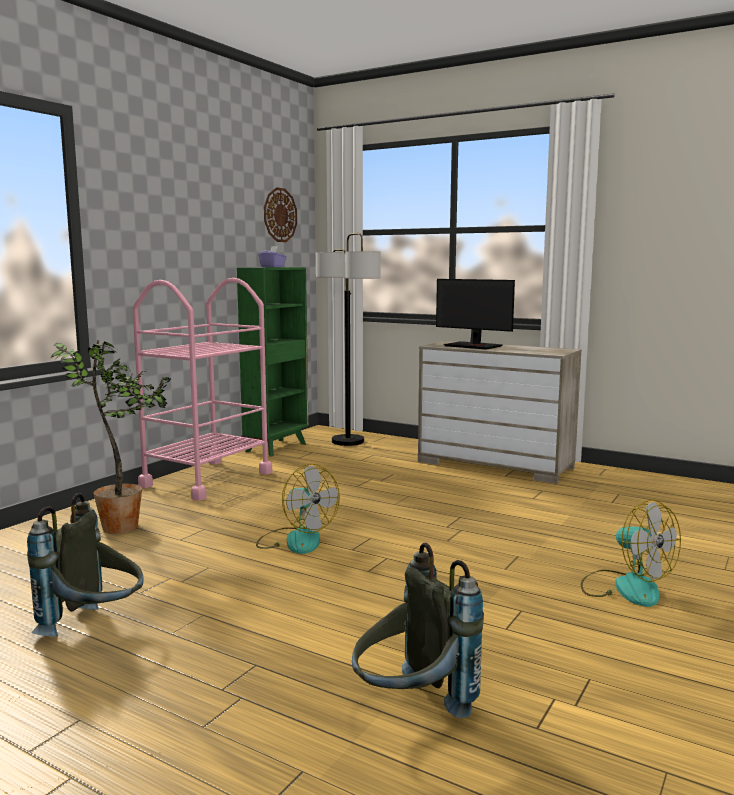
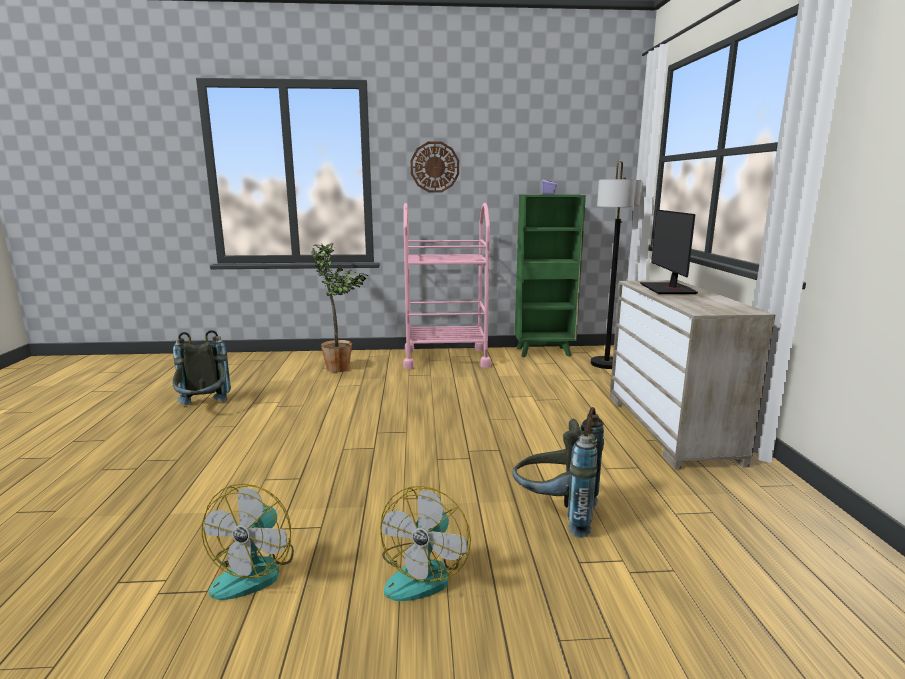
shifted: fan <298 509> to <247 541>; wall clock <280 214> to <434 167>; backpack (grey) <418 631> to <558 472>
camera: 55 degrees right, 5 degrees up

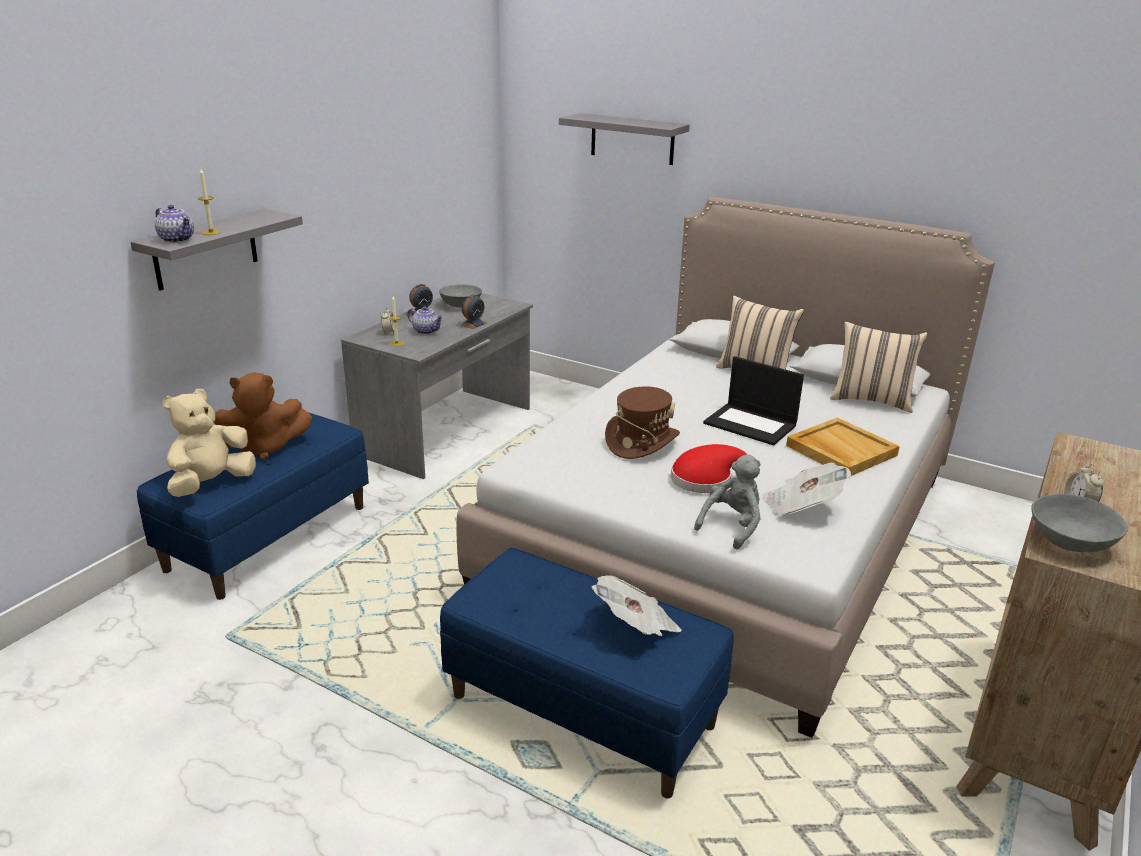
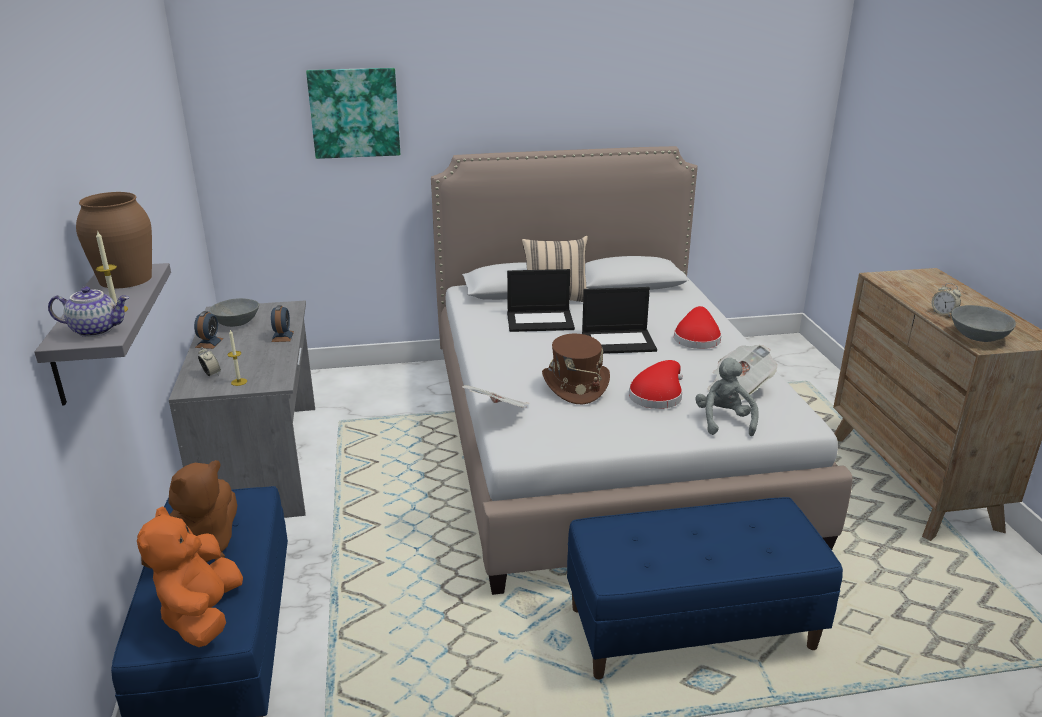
gone: teapot <425 320>; pillow (beige) <879 367>
new: vase (brown) <114 240>; laptop <541 300>
shifted: newspaper <636 605> to <496 396>
swapped: shelf (grey) <624 139> to picture <353 113>; tray (beige) <843 447> to hat (red) <698 327>
repainted: plush toy (beige) <209 443> to plush toy (orange) <190 576>
camera: 40 degrees left, 0 degrees up

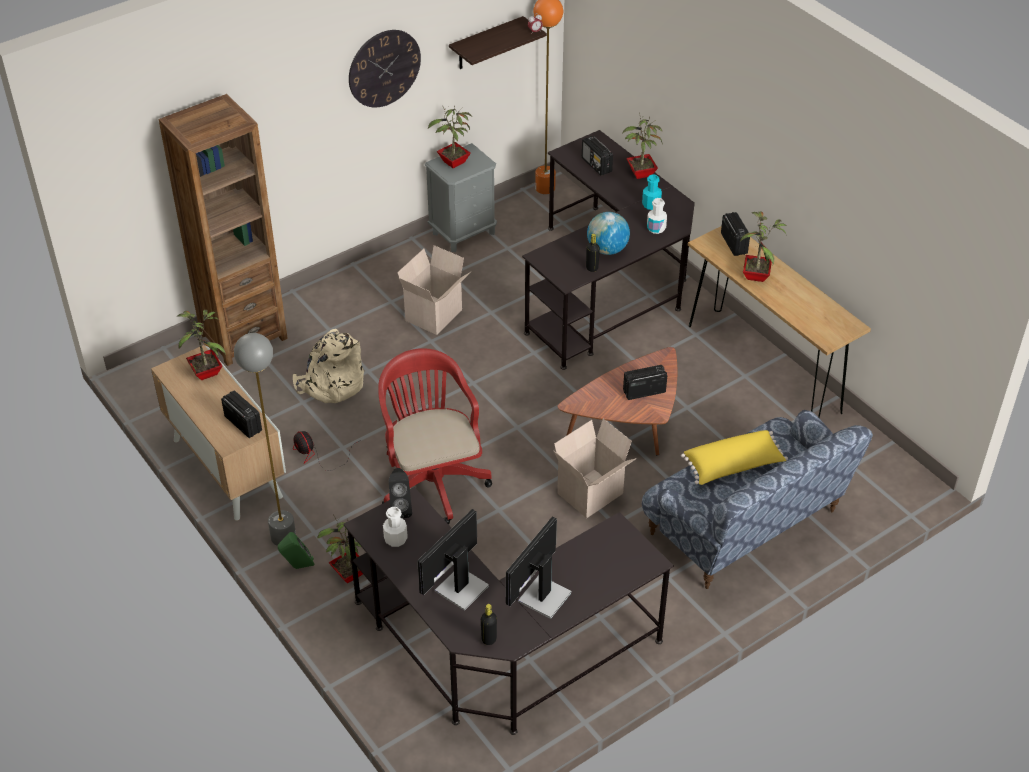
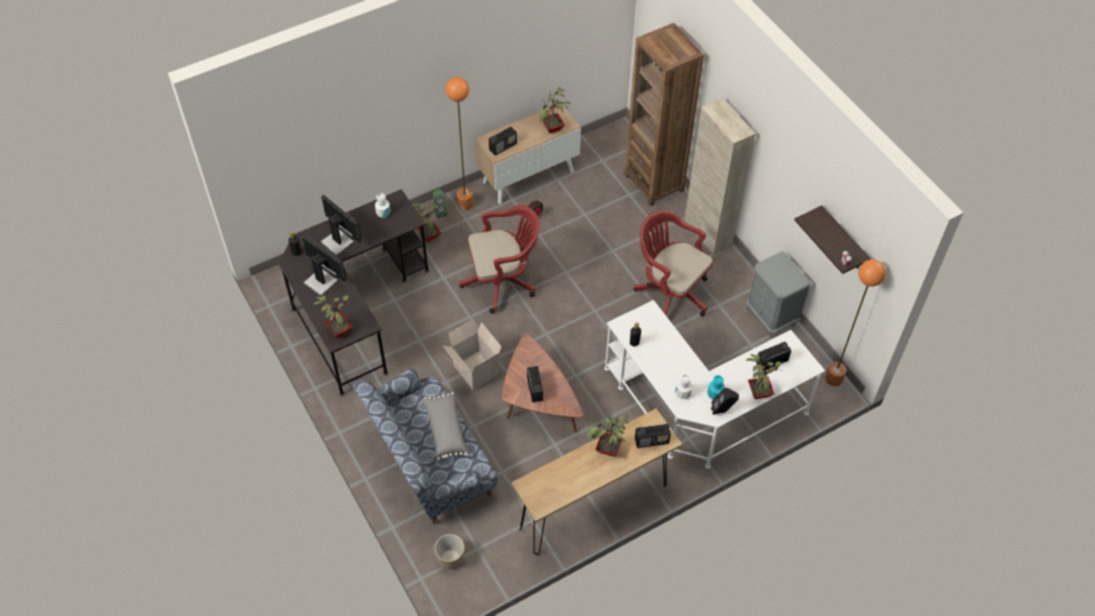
gone: backpack (beige) <328 366>; wall clock <385 68>; globe <608 233>
new: planter <449 551>; cabinet (beige) <719 176>
shifted: speaker (black) <400 493> to <725 401>; potted plant <450 136> to <333 316>
swapped: cardboard box <434 290> to office chair (red) <673 263>
repainted: floor lamp (grey) <265 439> to floor lamp (orange) <459 143>; desk (black) <608 250> to desk (white) <714 384>; pillow (yellow) <734 457> to pillow (grey) <444 426>
camera: 95 degrees right, 10 degrees up

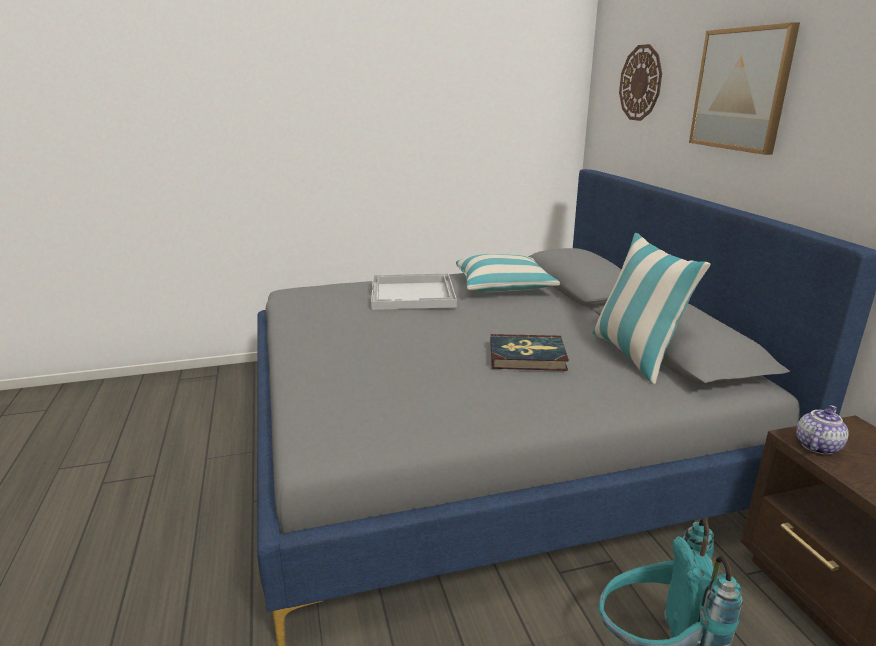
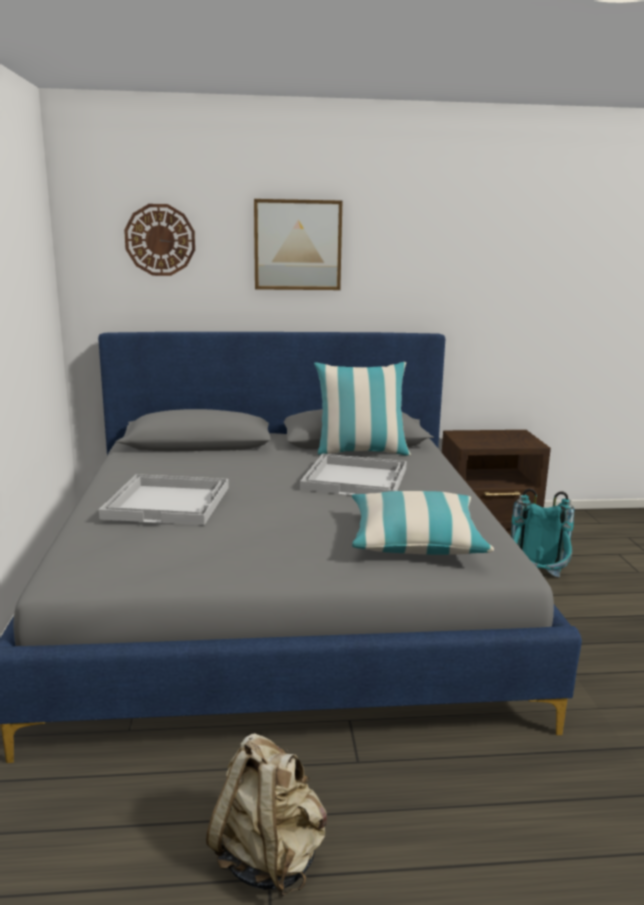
gone: teapot <822 430>
new: backpack (beige) <266 815>
shifted: pillow <508 273> to <423 523>
swapped: book <529 352> to tray (white) <353 474>
camera: 80 degrees left, 5 degrees down

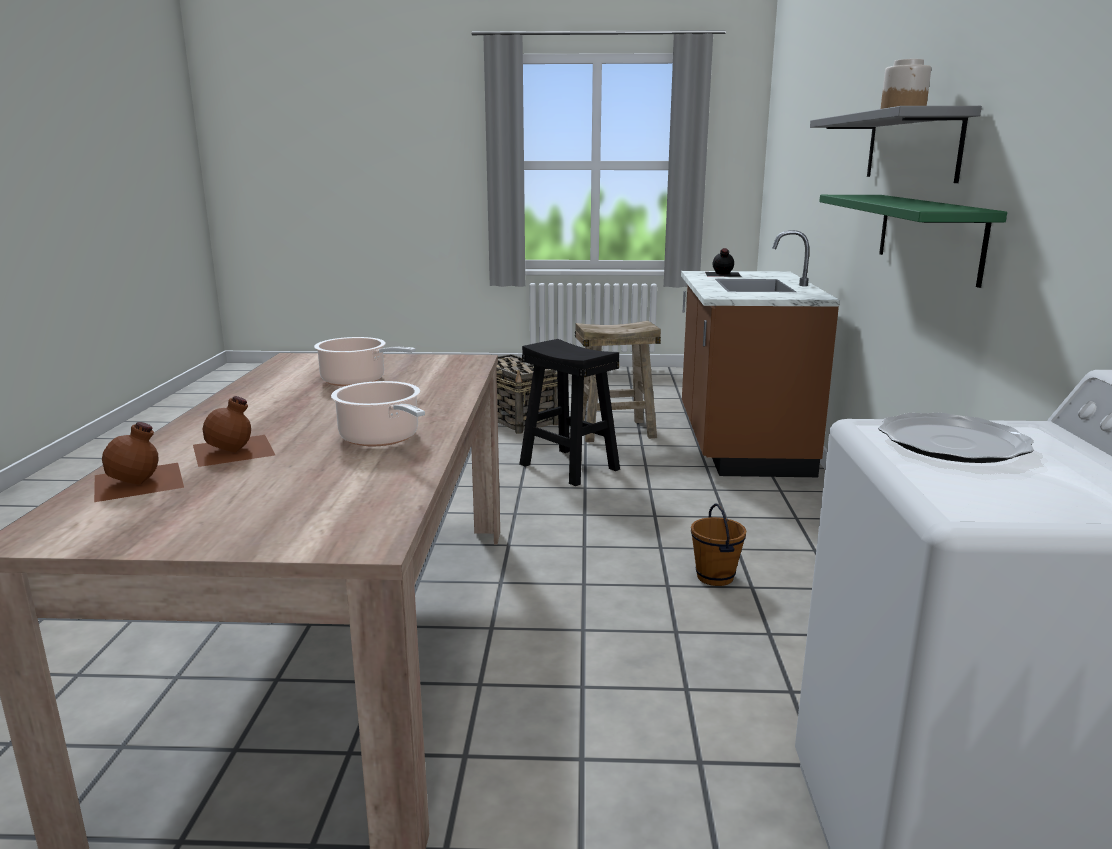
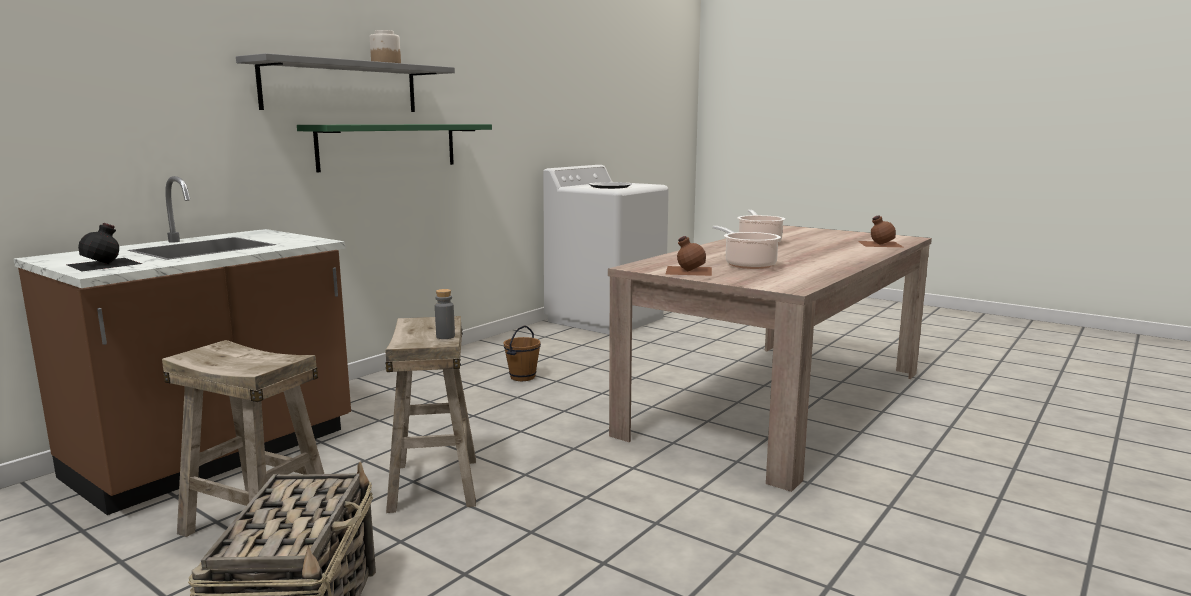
new: bottle (grey) <445 314>
shifted: bottle (brown) <234 431> to <688 256>
repainted: stool (black) <569 412> to stool (beige) <430 414>
camera: 145 degrees left, 5 degrees down

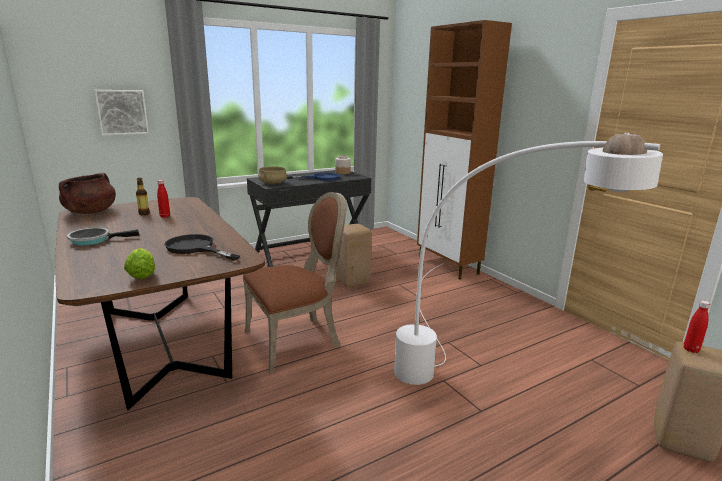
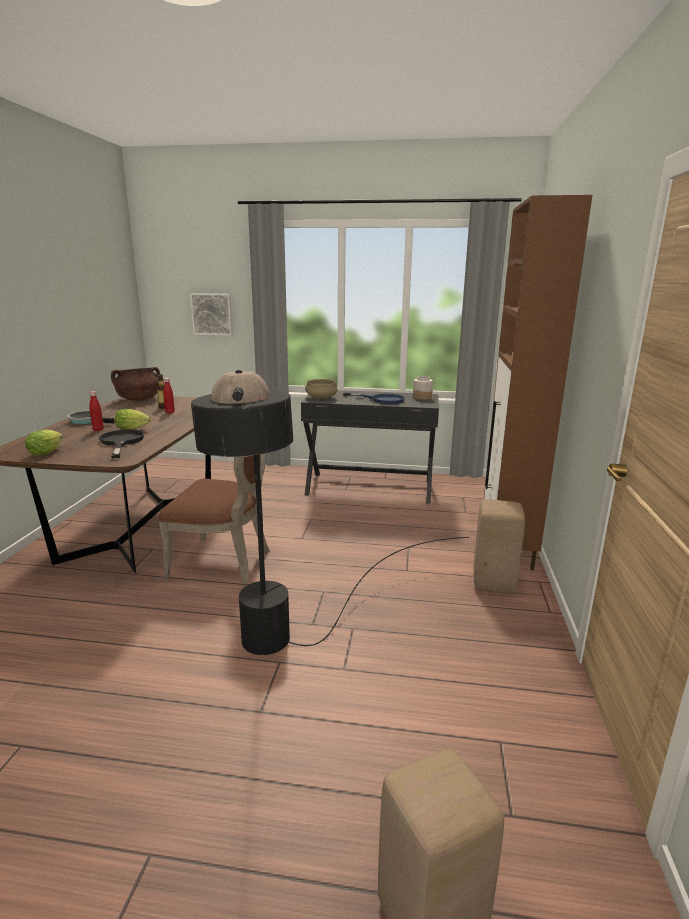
new: lettuce <133 419>
shifted: stool (beige) <354 255> to <499 546>; bottle (red) <697 326> to <96 411>
repainted: floor lamp (white) <528 259> to floor lamp (black) <330 512>
camera: 40 degrees right, 0 degrees up

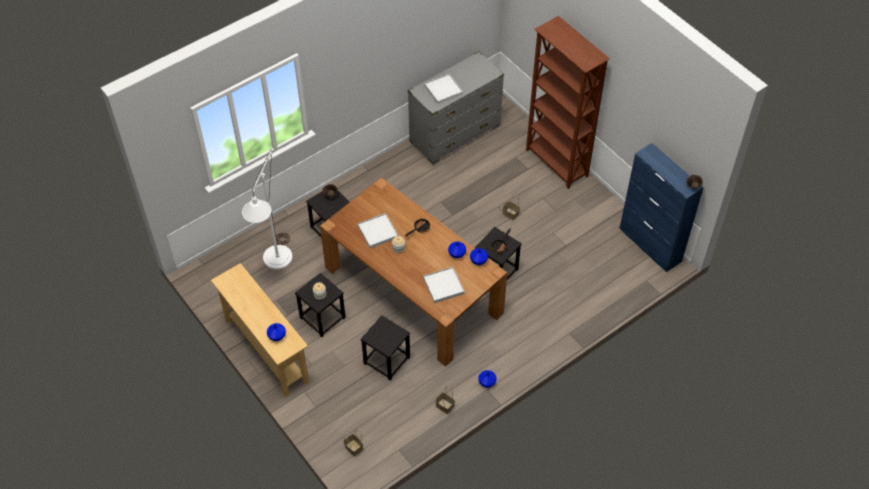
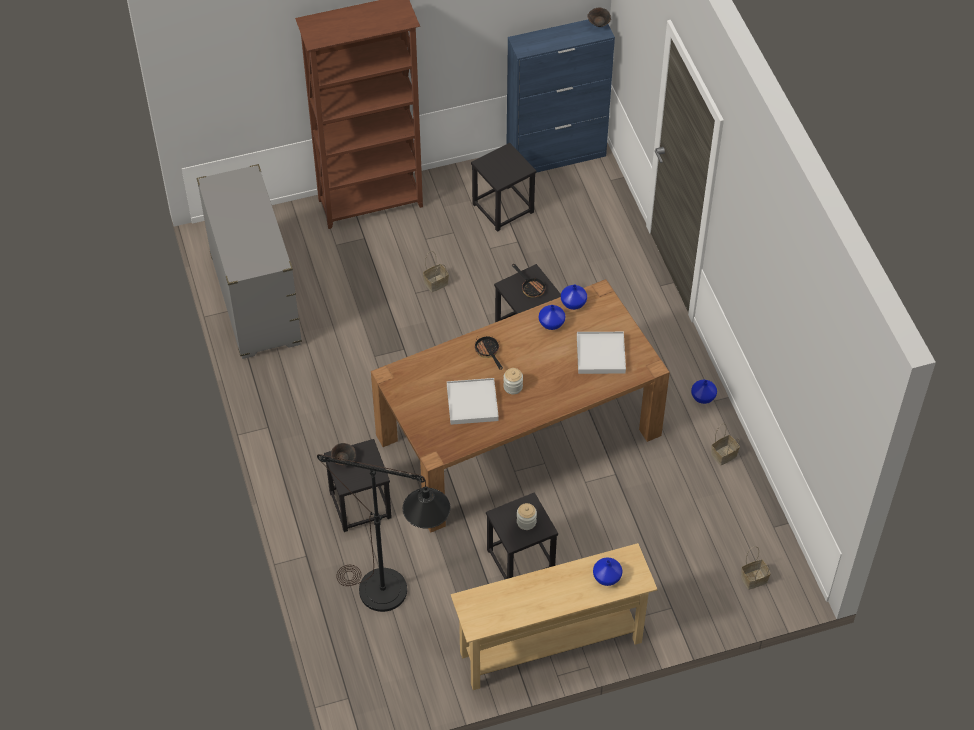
gone: tray (white) <443 89>
shifted: stool (black) <385 348> to <503 187>
repainted: floor lamp (white) <267 209> to floor lamp (black) <383 533>
camera: 70 degrees left, 0 degrees up

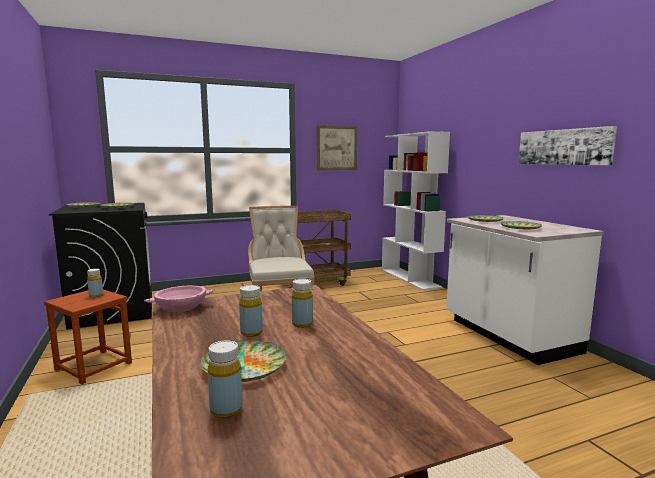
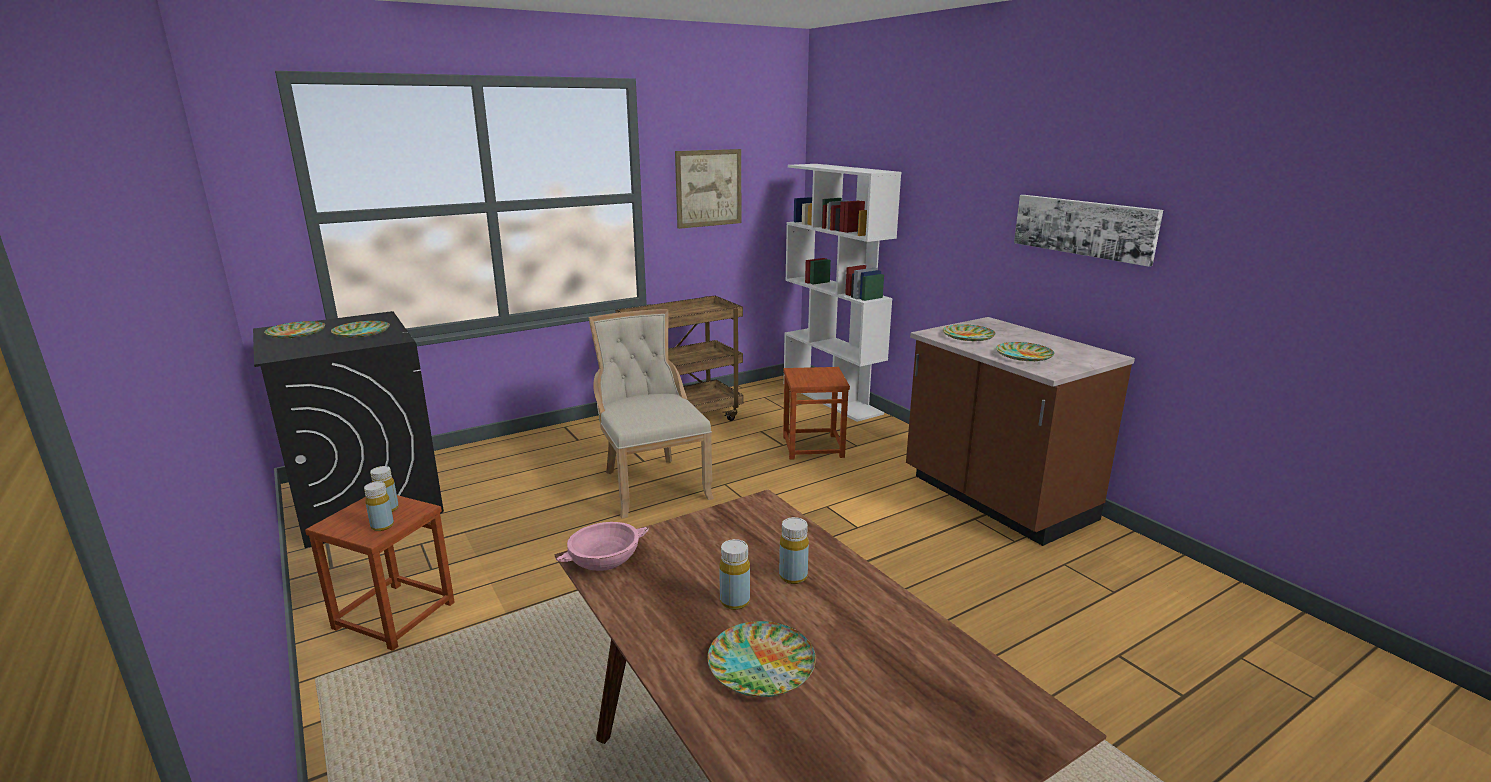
new: stool (brown) <816 413>
shifted: bottle (yellow) <225 379> to <379 506>
repainted: counter (white) <525 290> to counter (brown) <1020 431>
camera: 10 degrees left, 10 degrees up

